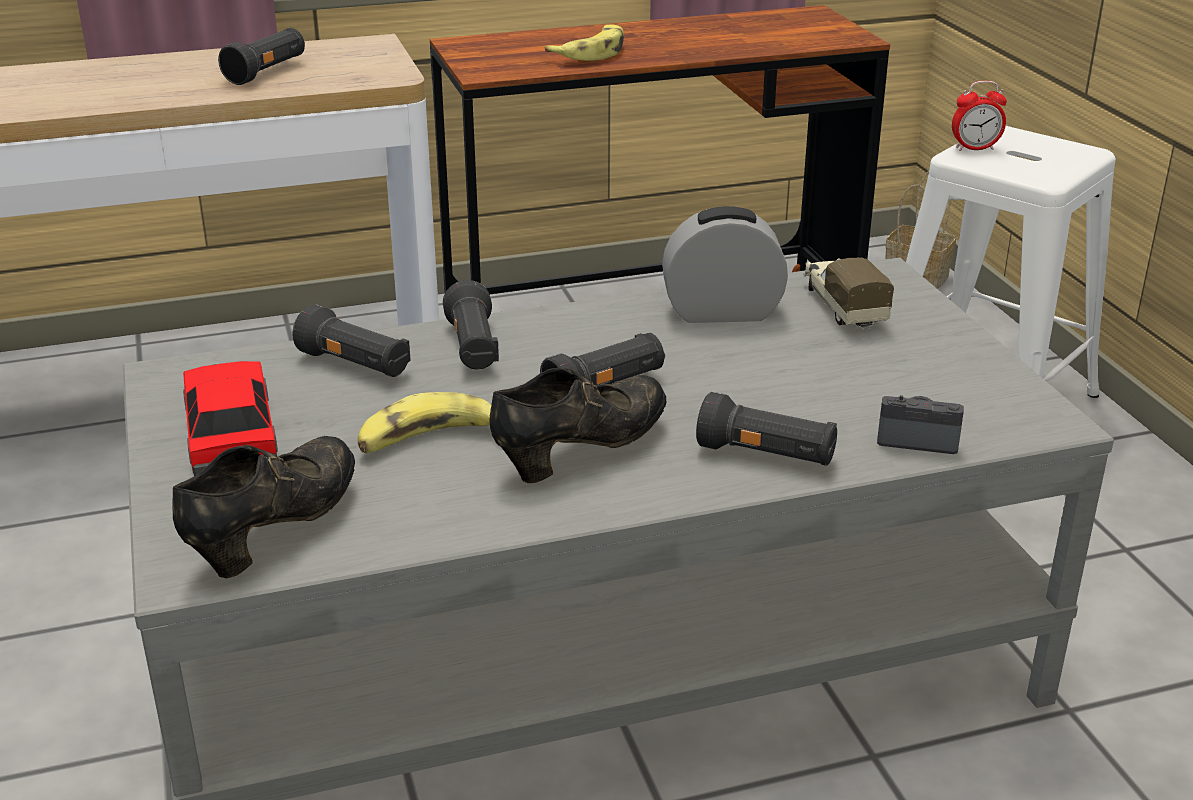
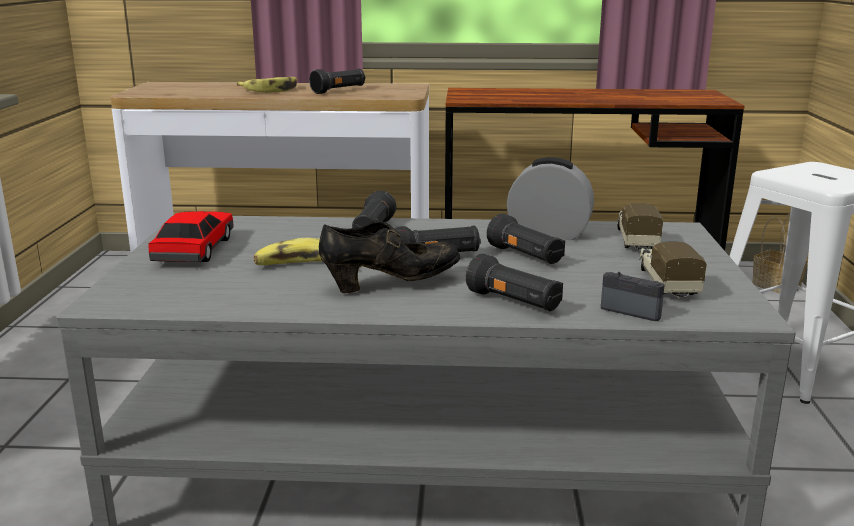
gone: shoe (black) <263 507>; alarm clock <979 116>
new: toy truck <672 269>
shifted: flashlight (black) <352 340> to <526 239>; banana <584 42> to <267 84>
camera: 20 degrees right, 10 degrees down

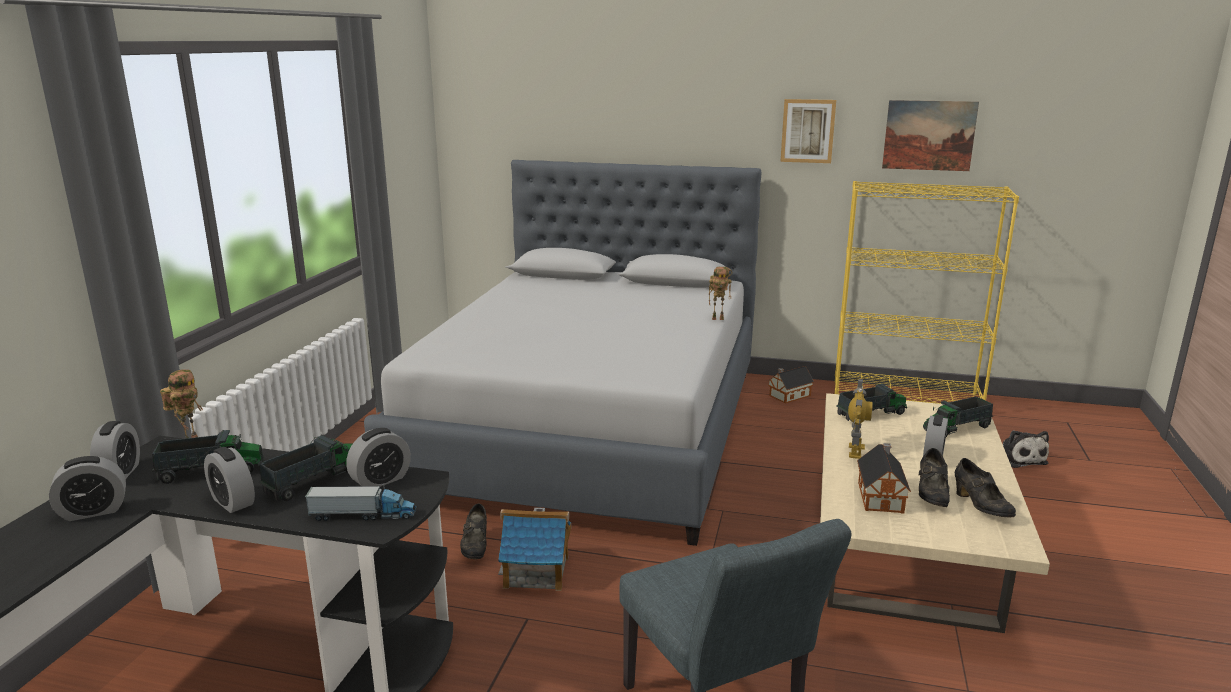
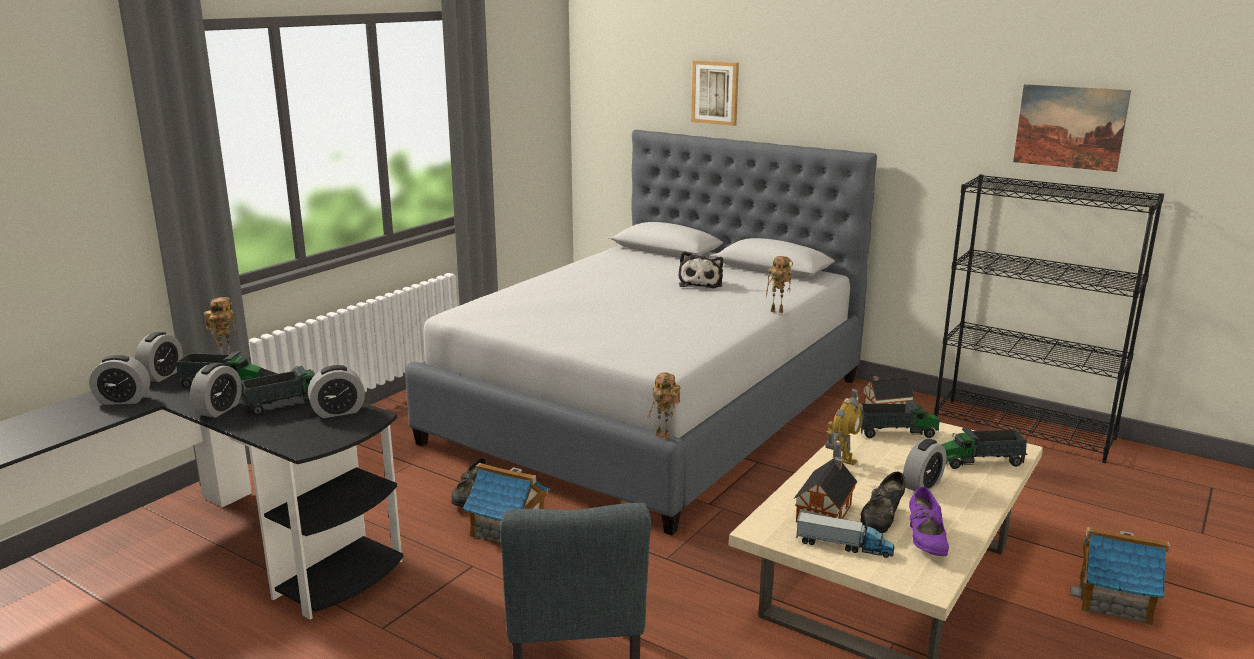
new: toy robot <663 406>; toy house <1120 576>
shifted: toy truck <361 502> to <845 535>; picture <808 131> to <715 93>; plush toy <1026 449> to <700 269>
repainted: bookcase (yellow) <926 292> to bookcase (black) <1049 318>; shoe (black) <985 487> to shoe (purple) <929 521>
rotated: alarm clock <229 480> = <216 390> 135 degrees counterclockwise
camera: 20 degrees right, 0 degrees up

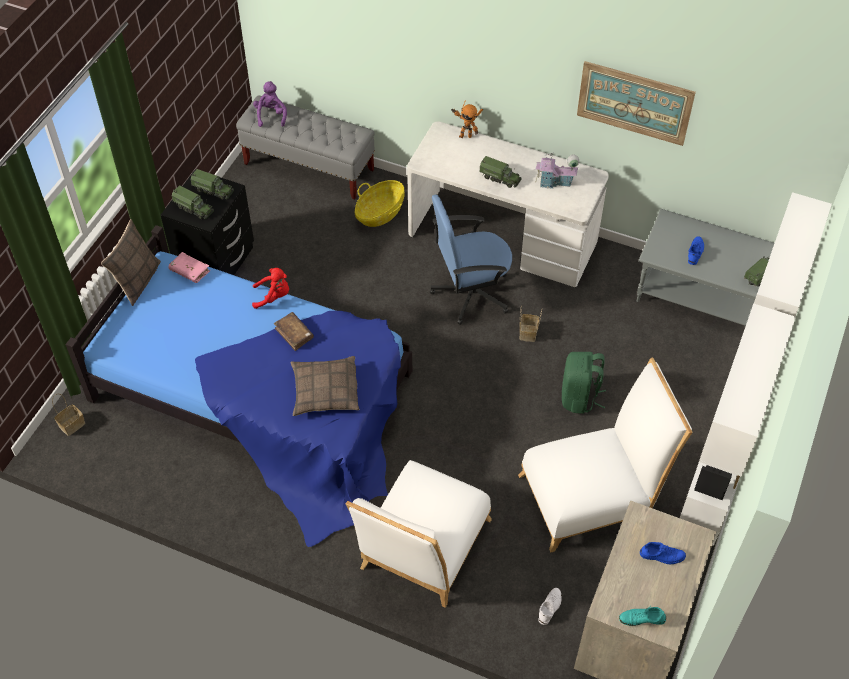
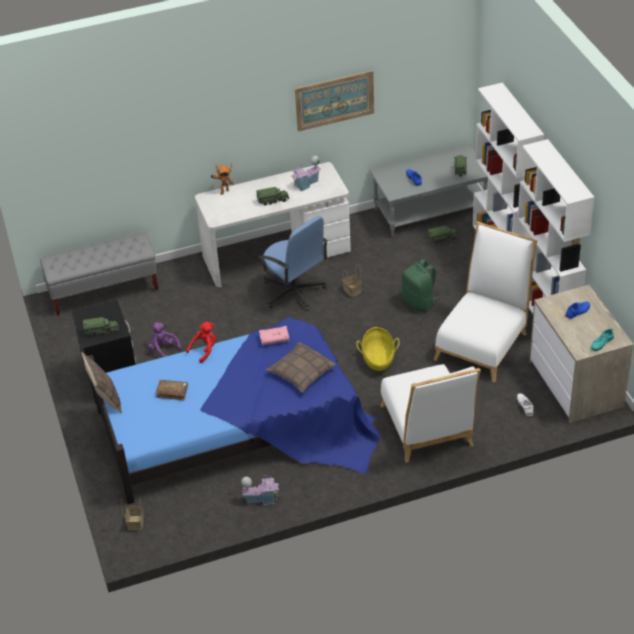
new: toy house <260 490>
shifted: book (pink) <189 267> to <274 335>; toy truck <212 184> to <442 234>; plush toy (purple) <270 104> to <165 339>; book (brown) <294 331> to <172 390>; basket <380 203> to <378 349>
rotated: office chair (blue) <471 260> = <293 263> 75 degrees counterclockwise
camera: 40 degrees left, 10 degrees down

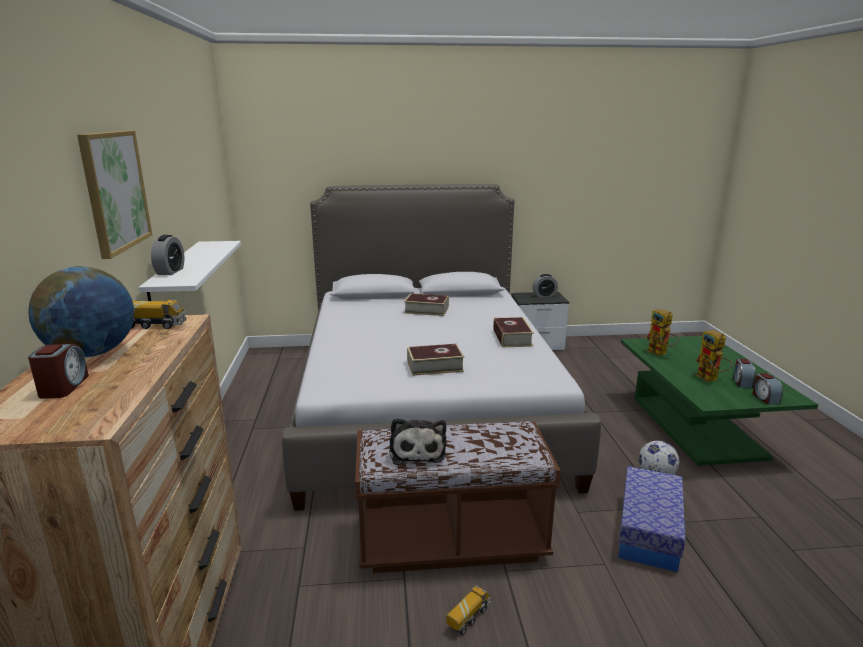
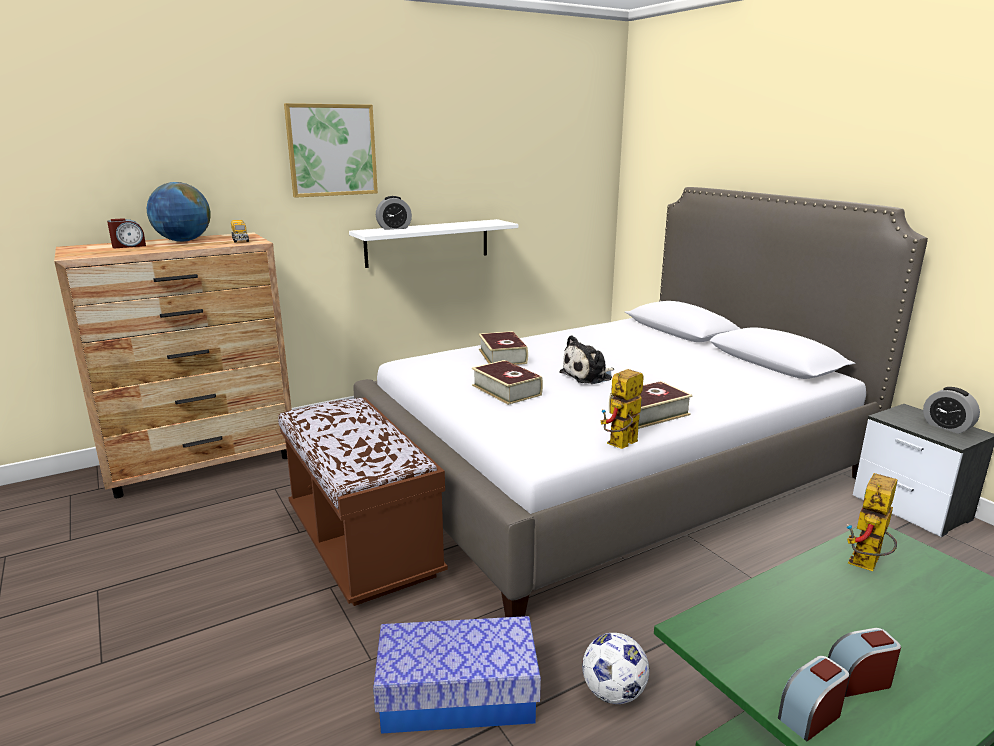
gone: toy truck <468 610>
shifted: plush toy <417 441> to <586 359>; book <426 304> to <503 348>; toy robot <714 356> to <622 409>
camera: 65 degrees right, 0 degrees up

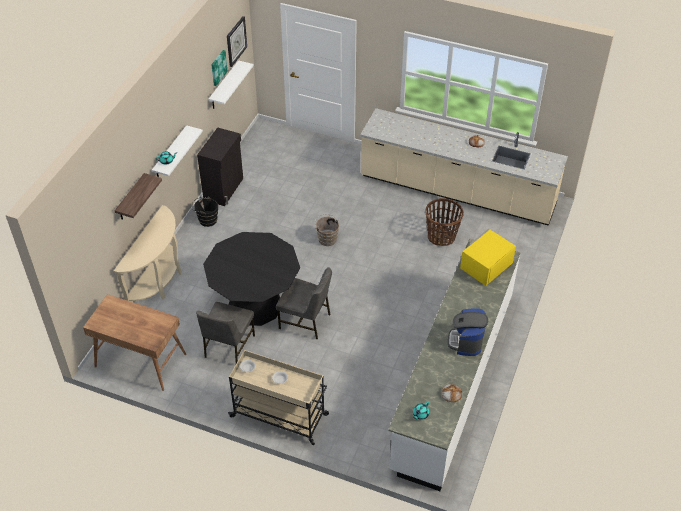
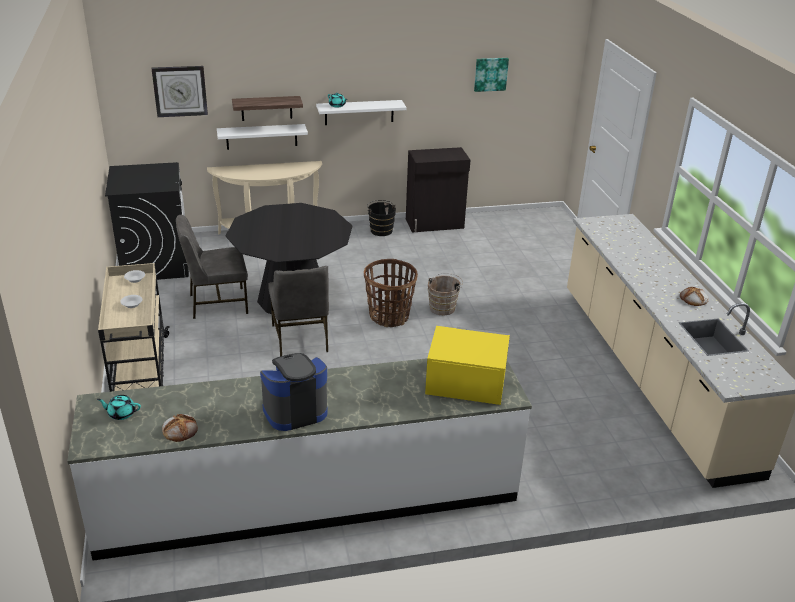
shifted: shelf (white) <231 84> to <262 137>; wall clock <237 41> to <179 91>; basket <444 222> to <391 293>
swapped: desk (brown) <134 342> to washing machine (black) <147 221>
camera: 55 degrees right, 15 degrees down

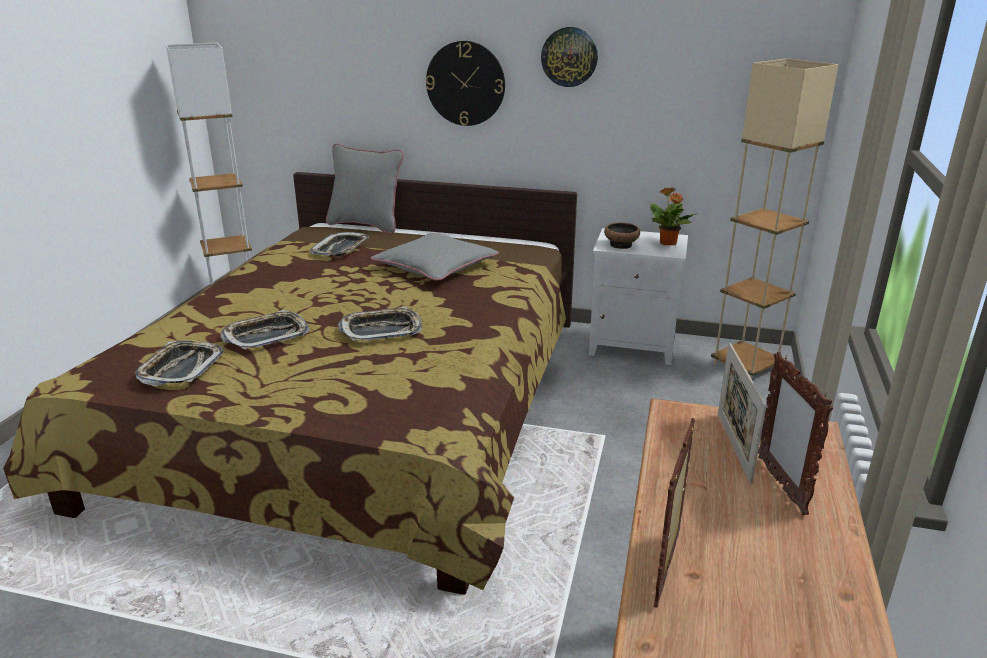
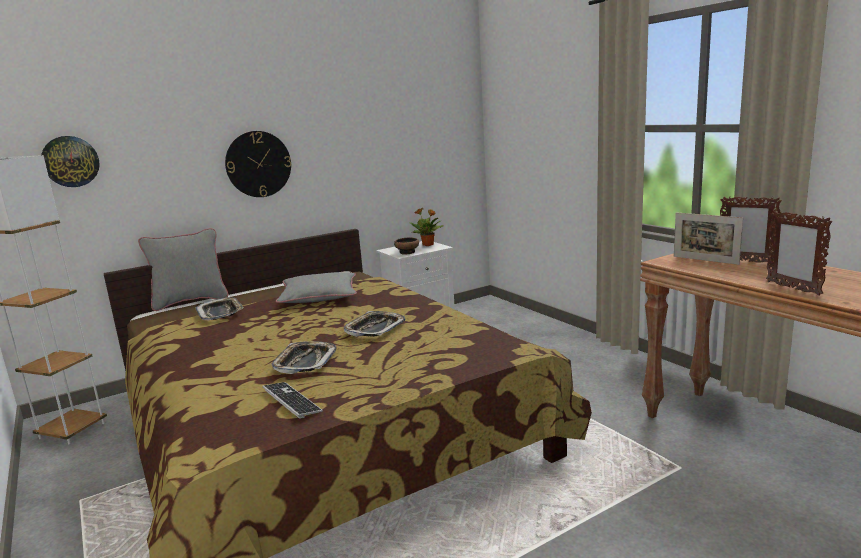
gone: floor lamp (beige) <774 218>
shifted: wall clock <569 57> to <70 161>
swapped: tray <179 363> to keyboard <292 400>
camera: 45 degrees left, 10 degrees down

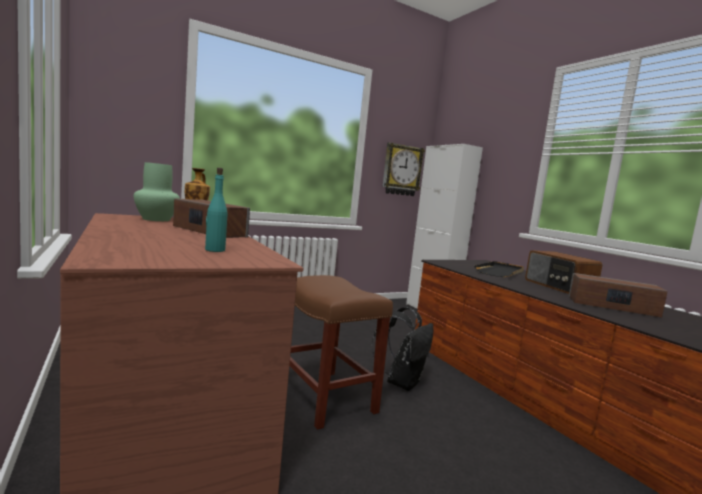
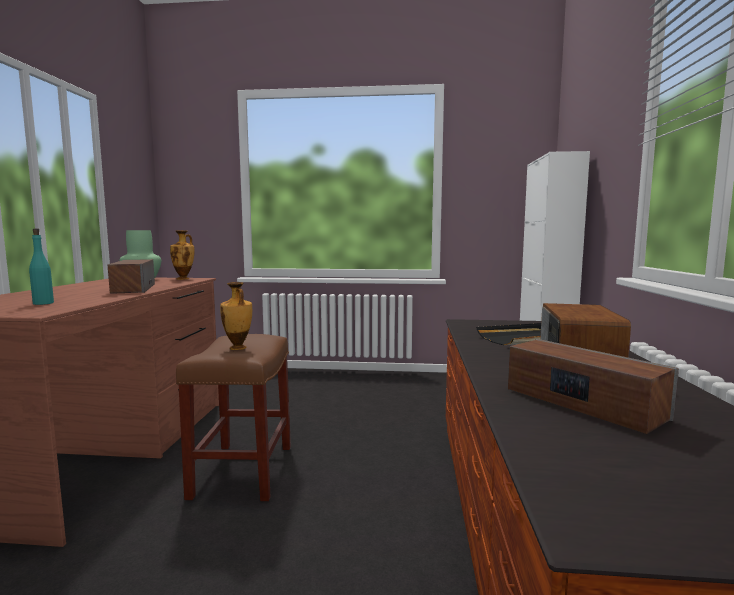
gone: backpack (black) <402 349>; wall clock <403 169>
new: vase <236 316>
camera: 35 degrees right, 0 degrees up

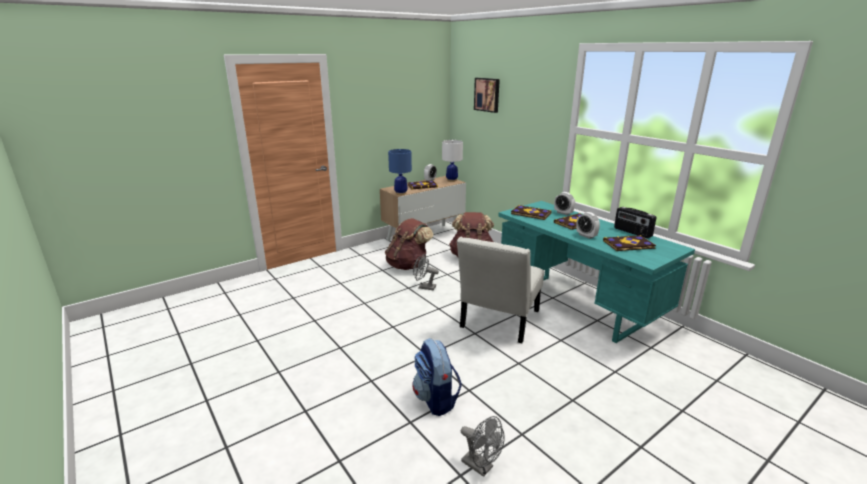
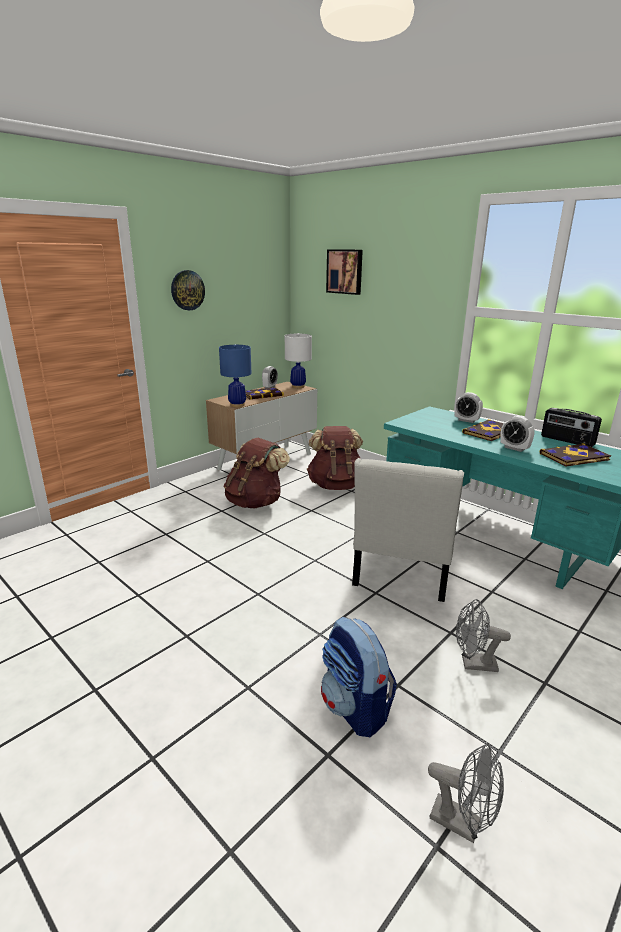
gone: book <531 212>
new: wall clock <188 290>
shifted: fan (grey) <426 272> to <483 635>
camera: 10 degrees left, 0 degrees up

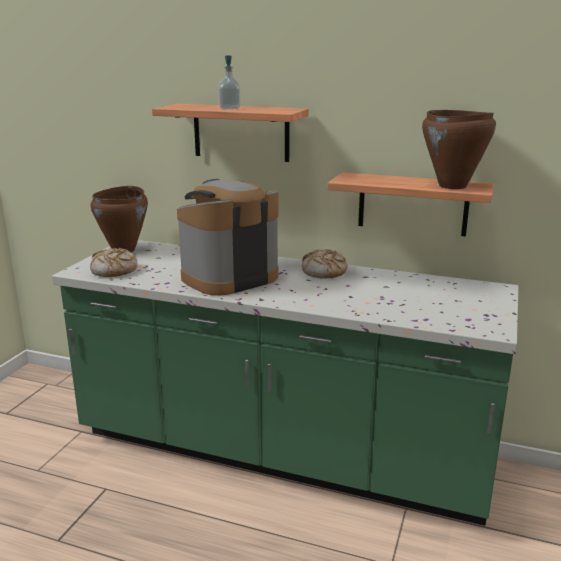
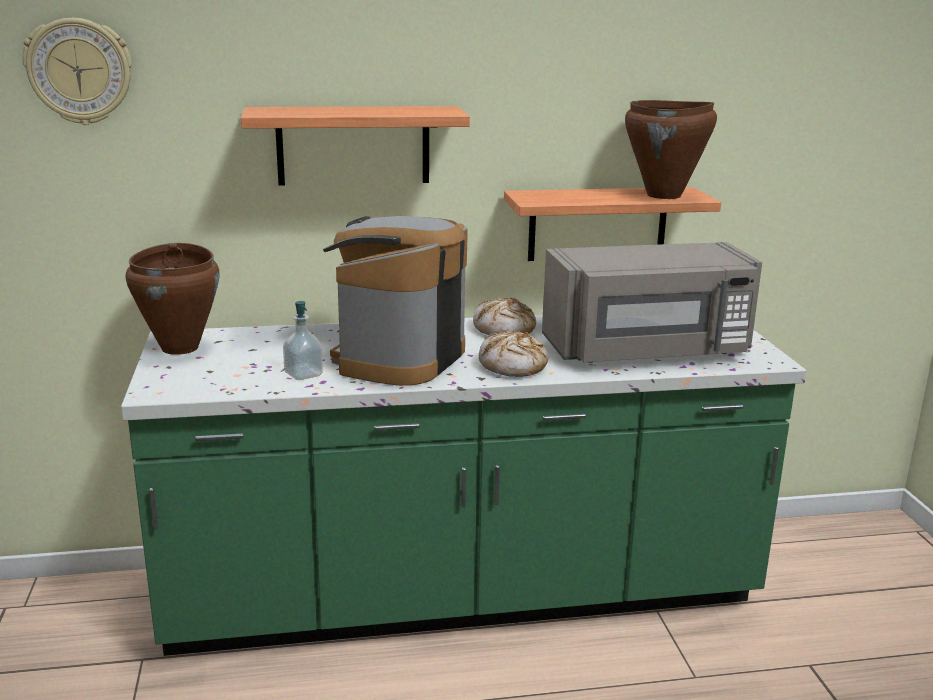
new: wall clock <77 71>; microwave (grey) <652 302>
shifted: bread <114 262> to <513 353>; soap dispenser <229 82> to <303 340>
camera: 30 degrees left, 0 degrees up

